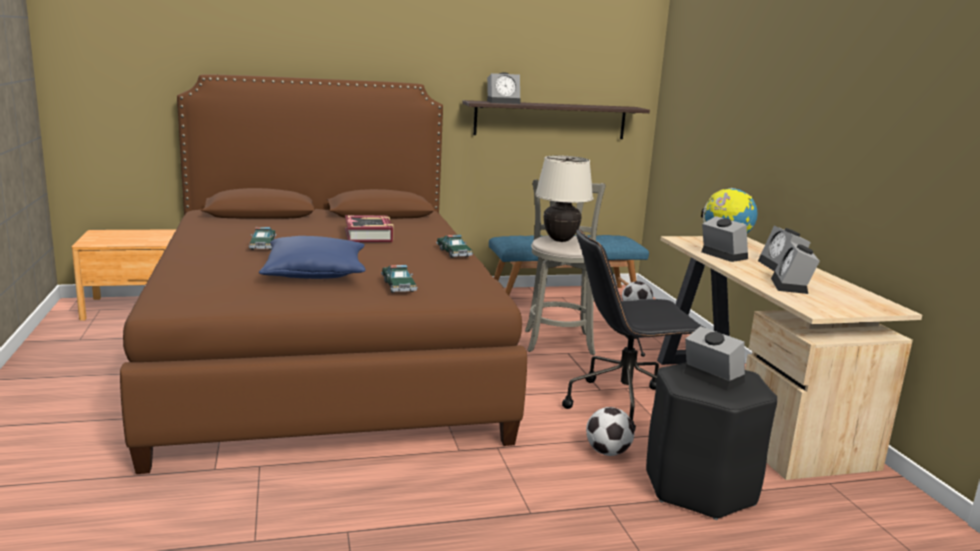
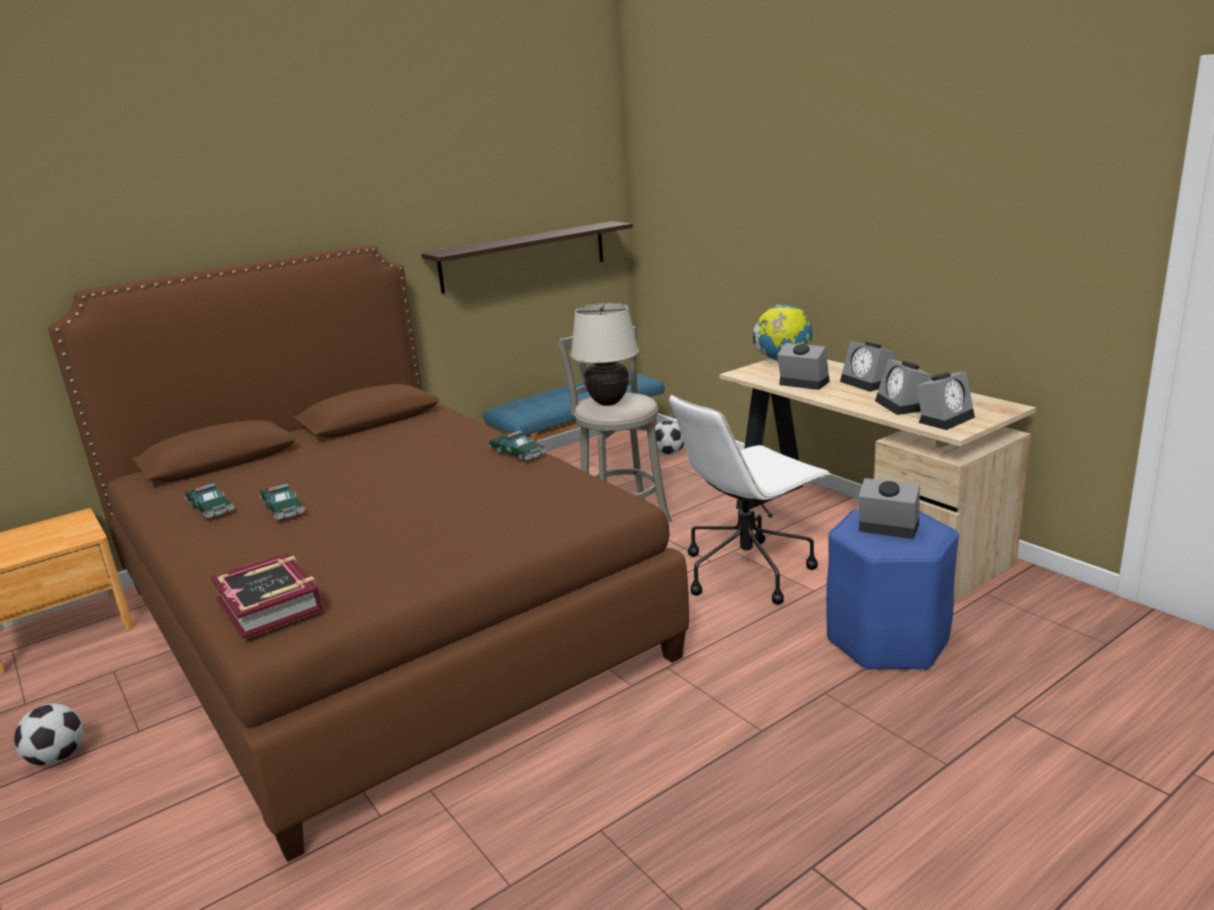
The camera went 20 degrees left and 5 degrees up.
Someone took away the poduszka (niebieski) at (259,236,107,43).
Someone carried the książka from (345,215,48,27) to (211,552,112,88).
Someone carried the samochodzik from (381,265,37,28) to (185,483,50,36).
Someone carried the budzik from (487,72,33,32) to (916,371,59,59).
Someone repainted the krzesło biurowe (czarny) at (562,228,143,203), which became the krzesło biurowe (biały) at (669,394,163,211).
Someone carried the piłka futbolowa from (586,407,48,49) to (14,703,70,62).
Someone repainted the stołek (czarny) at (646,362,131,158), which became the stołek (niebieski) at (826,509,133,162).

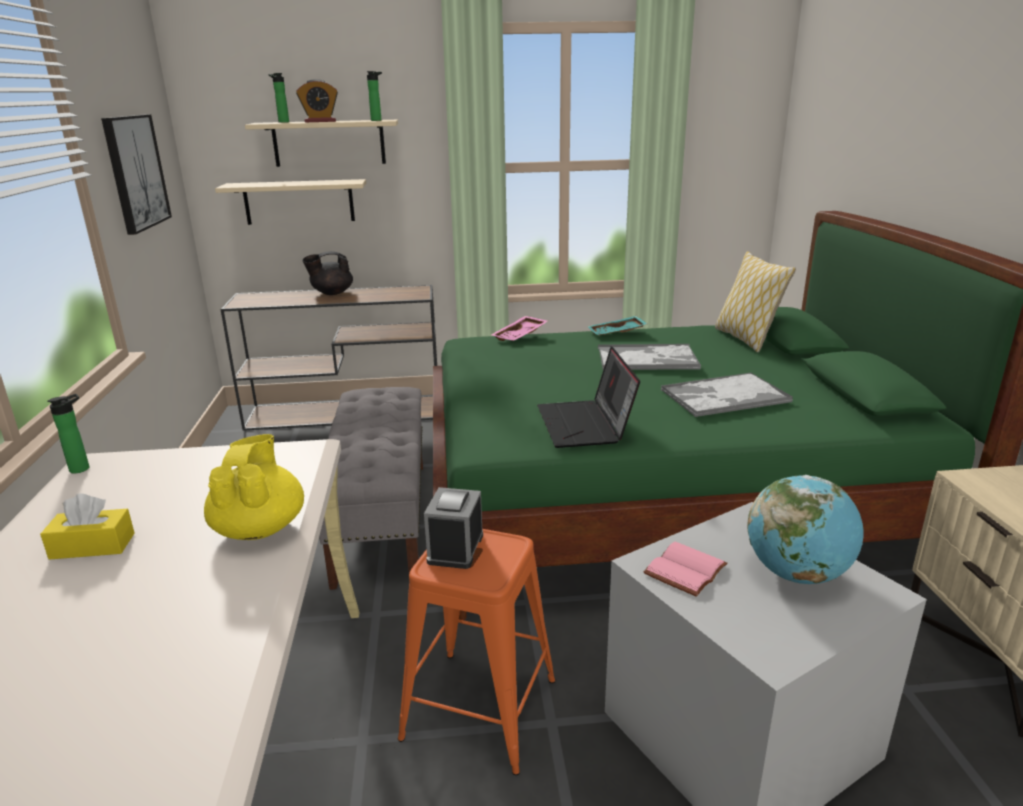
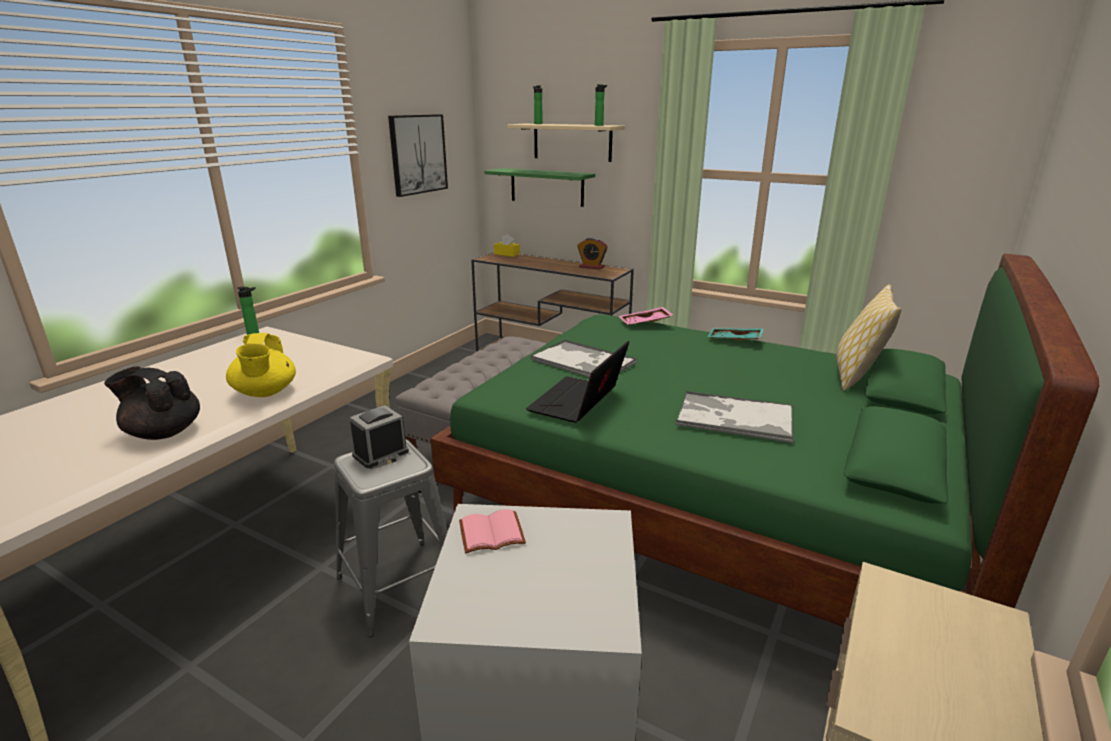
The camera went 35 degrees right and 0 degrees up.
Someone carried the pudełko chusteczek (żółty) from (40,494,94,66) to (494,234,26,23).
Someone rotated the imbryk (żółty) at (204,434,100,106) by 135 degrees clockwise.
Someone repainted the półka (beżowy) at (215,179,151,46), which became the półka (zielony) at (484,168,111,39).
Someone carried the budzik from (296,79,42,43) to (577,237,31,32).
Someone carried the imbryk (czarny) from (302,251,51,44) to (104,366,96,74).
Someone repainted the stołek (pomarańczowy) at (398,529,157,246), which became the stołek (szary) at (334,439,113,198).
Someone carried the taca from (598,344,103,26) to (531,339,106,39).
Someone took away the globus at (748,475,116,109).

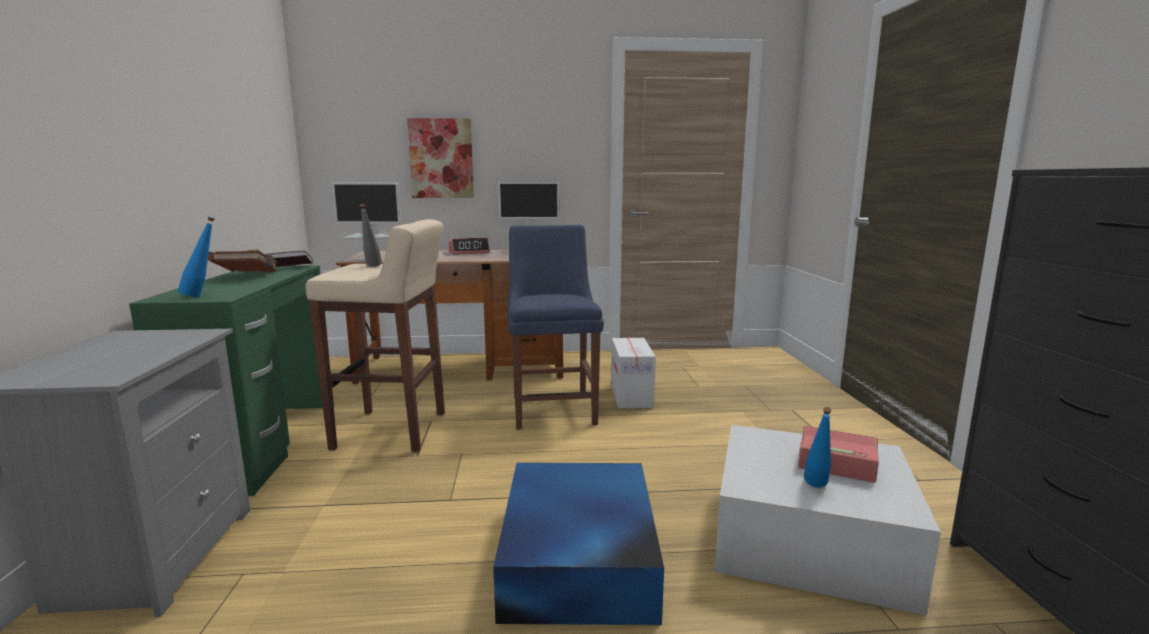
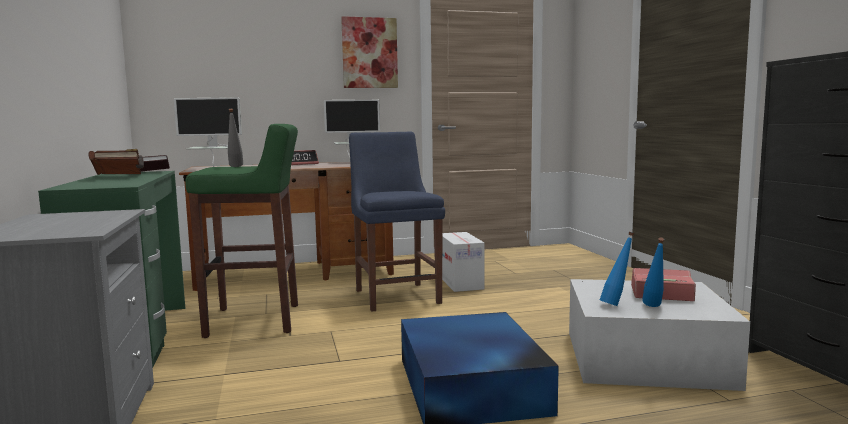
The camera went 10 degrees left and 5 degrees down.
Someone carried the butelka (niebieski) from (178,217,37,80) to (600,232,34,74).
Someone repainted the stołek (beżowy) at (306,219,139,233), which became the stołek (zielony) at (186,124,112,214).
Someone carried the obraz from (407,118,67,80) to (341,16,57,72).

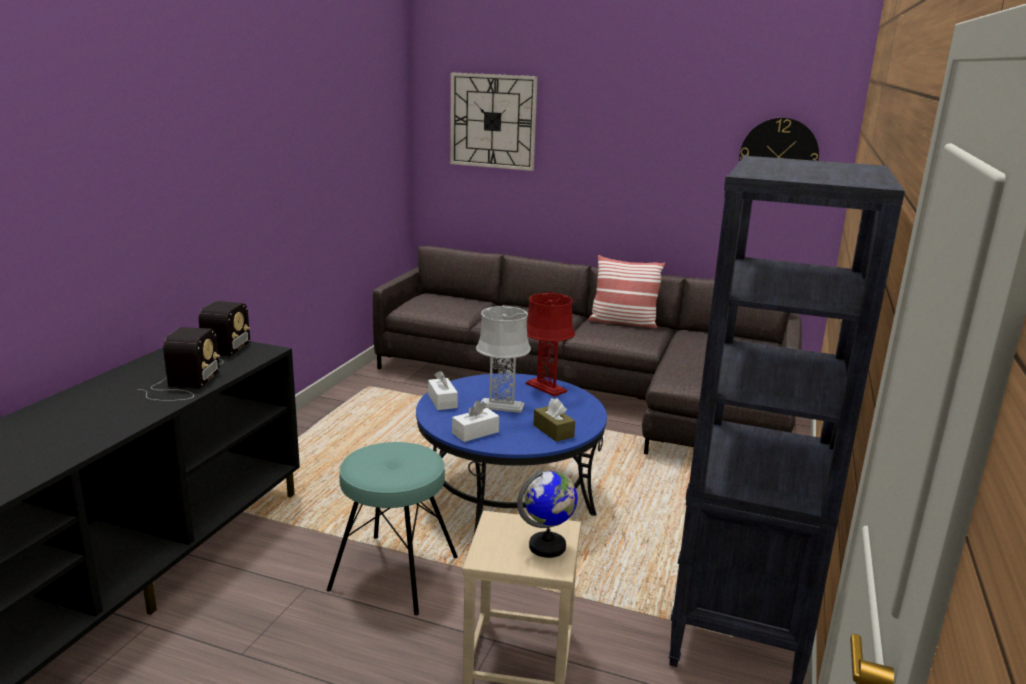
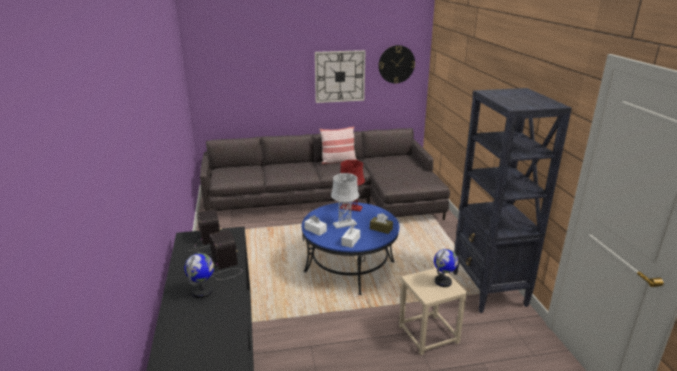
The camera went 30 degrees left and 5 degrees up.
Someone took away the stołek (turkusowy) at (326,442,132,173).
Someone carried the zegar ścienny from (450,72,88,99) to (315,50,51,53).
Someone put down the globus at (185,253,29,46).

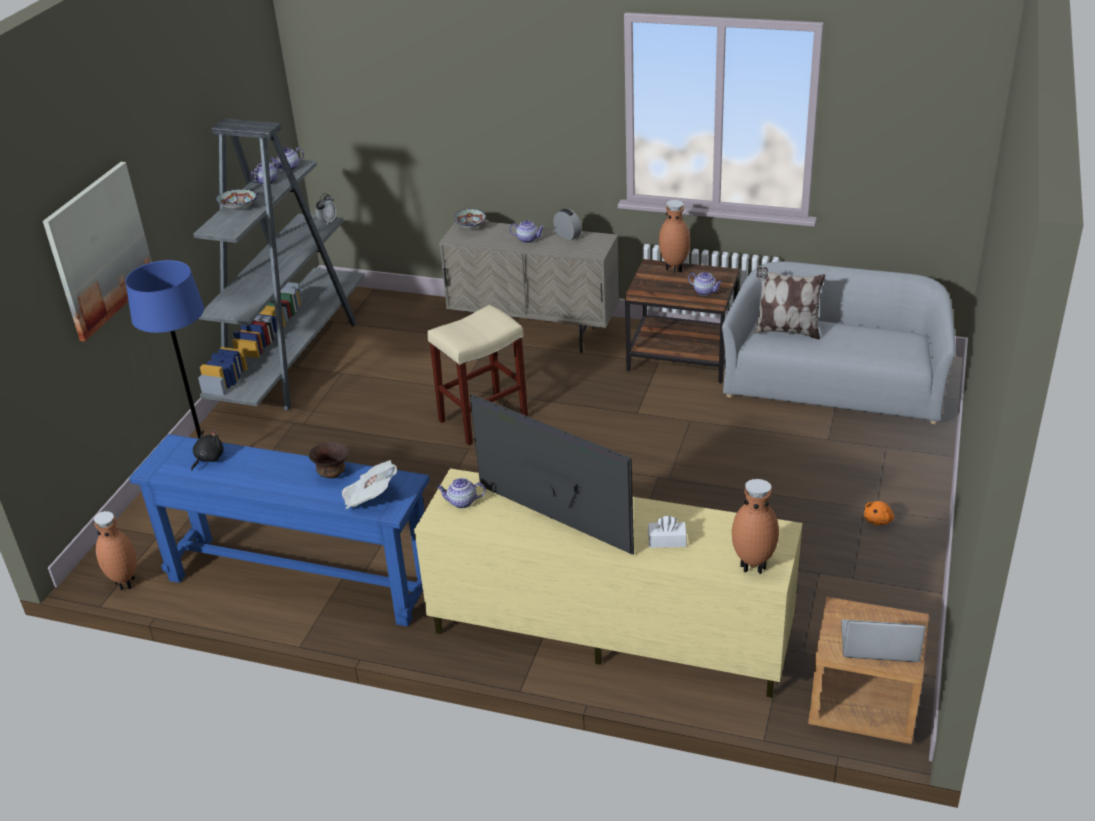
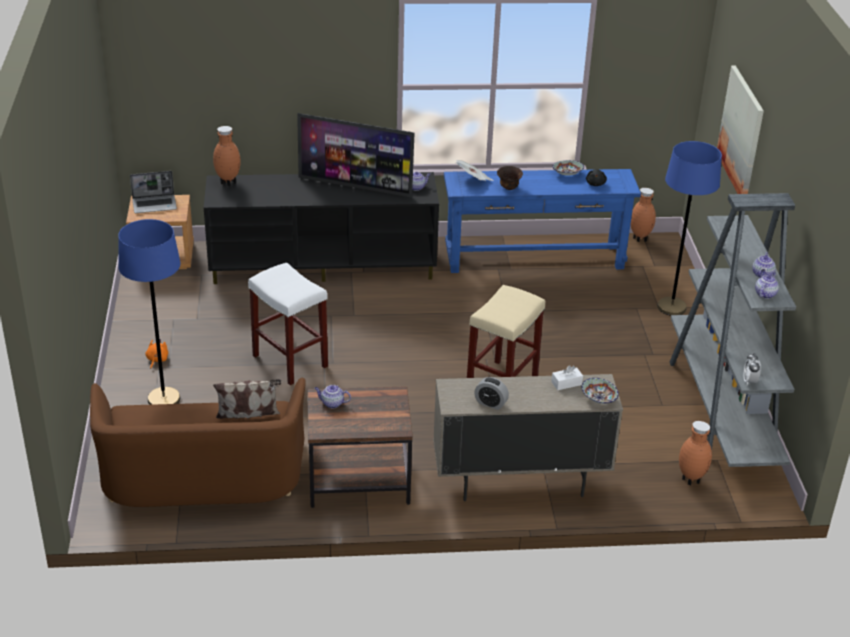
The camera went 155 degrees right and 0 degrees up.
Someone carried the miska from (216,189,41,20) to (552,160,32,16).
Someone repainted the szafka pod telewizor (beżowy) at (414,468,388,230), which became the szafka pod telewizor (czarny) at (204,172,235,112).
Someone took away the imbryk at (509,220,36,23).
Someone carried the pudełko chusteczek (biały) from (648,516,39,32) to (551,365,32,25).
Someone carried the wazon (brązowy) from (659,200,31,73) to (679,421,33,64).
Someone repainted the kanapa (szary) at (722,261,234,163), which became the kanapa (brązowy) at (90,378,216,129).
Someone put down the lampa stojąca (niebieski) at (118,219,63,186).
Someone put down the stołek (biały) at (248,263,80,122).

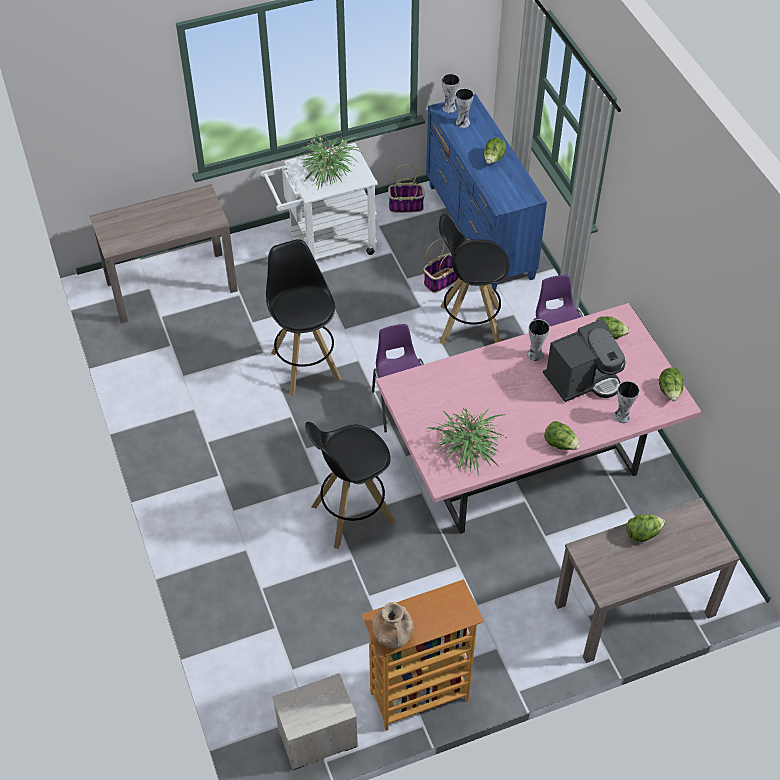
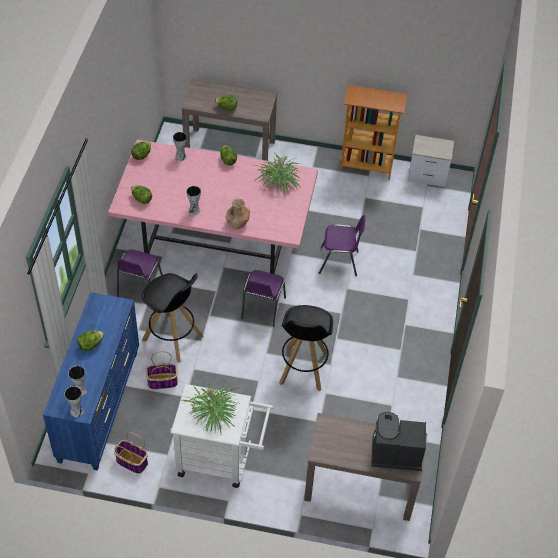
The camera went 150 degrees left and 0 degrees up.
Someone swapped the stołek (czarny) at (305,422,91,127) for the krzesło (fioletowy) at (319,215,47,61).
Someone carried the wazon (brązowy) from (372,602,42,47) to (226,199,24,30).
Someone carried the ekspres do kawy from (543,319,82,83) to (371,412,55,59).

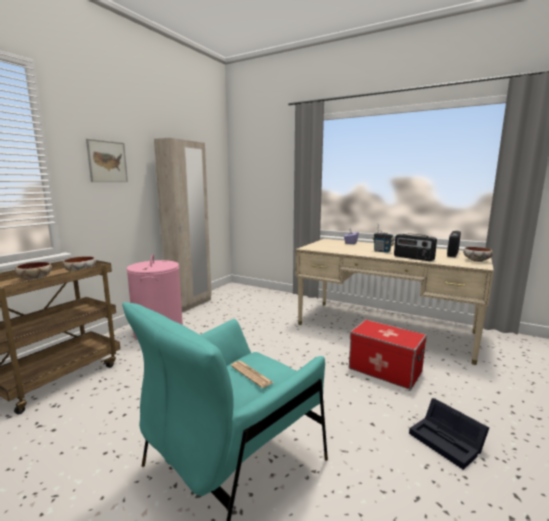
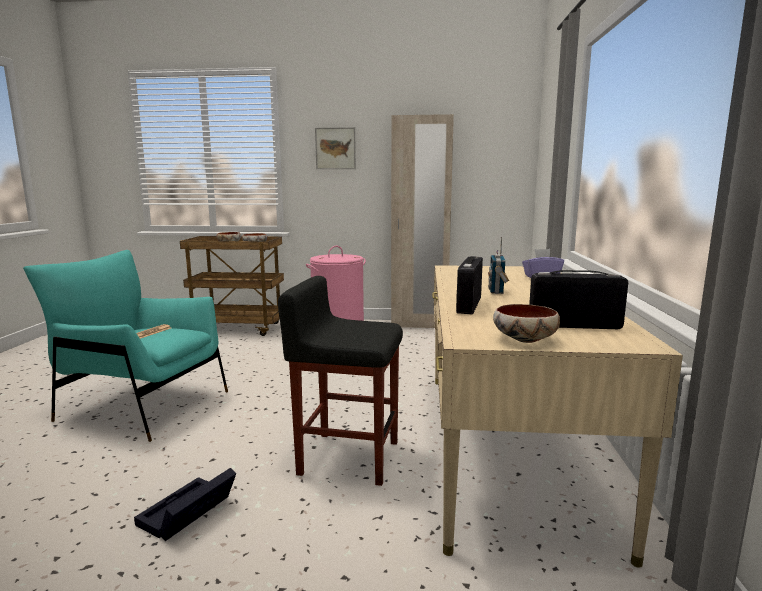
The camera went 65 degrees right and 0 degrees up.
Someone swapped the pojemnik do przechowywania at (349,320,78,70) for the stołek (czarny) at (278,276,125,210).

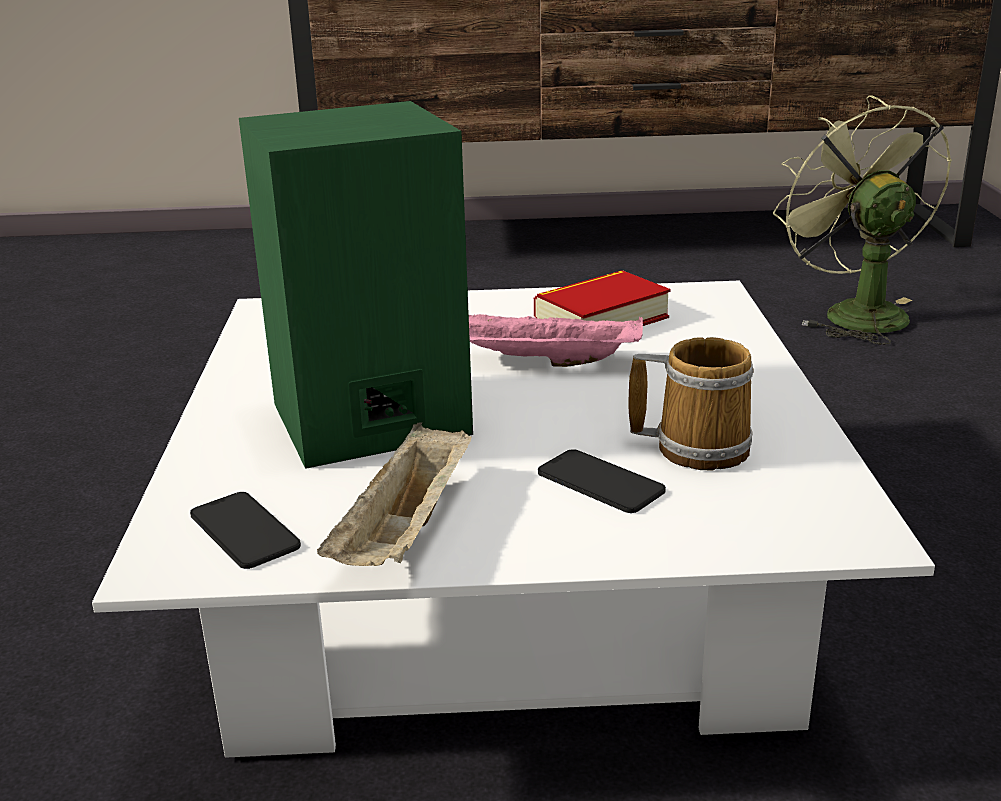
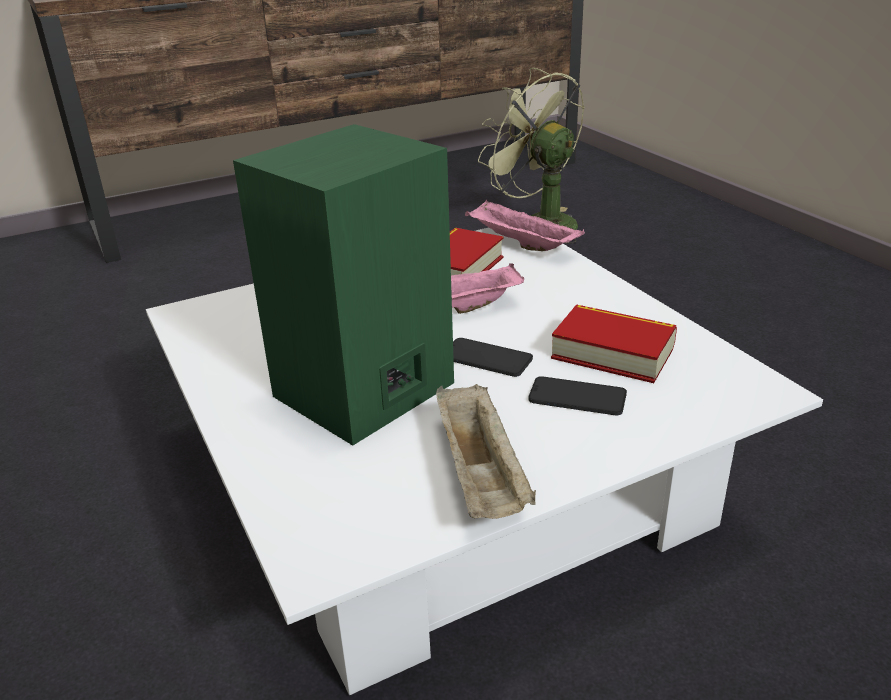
The camera went 25 degrees left and 5 degrees up.
Someone carried the telefon from (190,492,111,77) to (453,338,80,39).
Someone swapped the kubek at (628,337,126,134) for the książka at (551,304,126,79).
Someone put down the taca (różowy) at (465,199,120,52).

